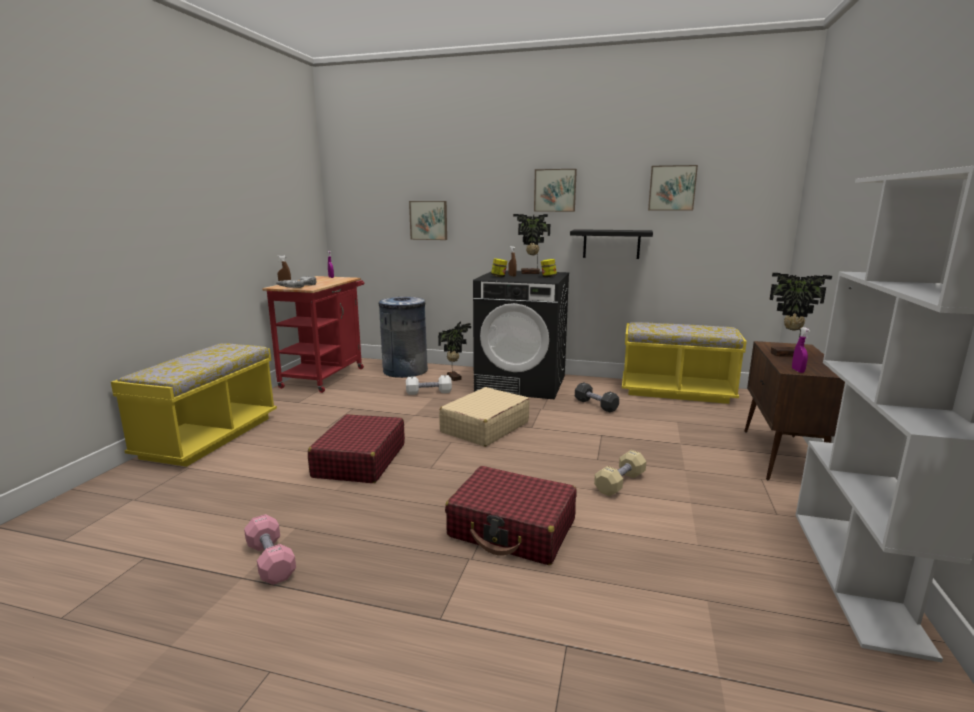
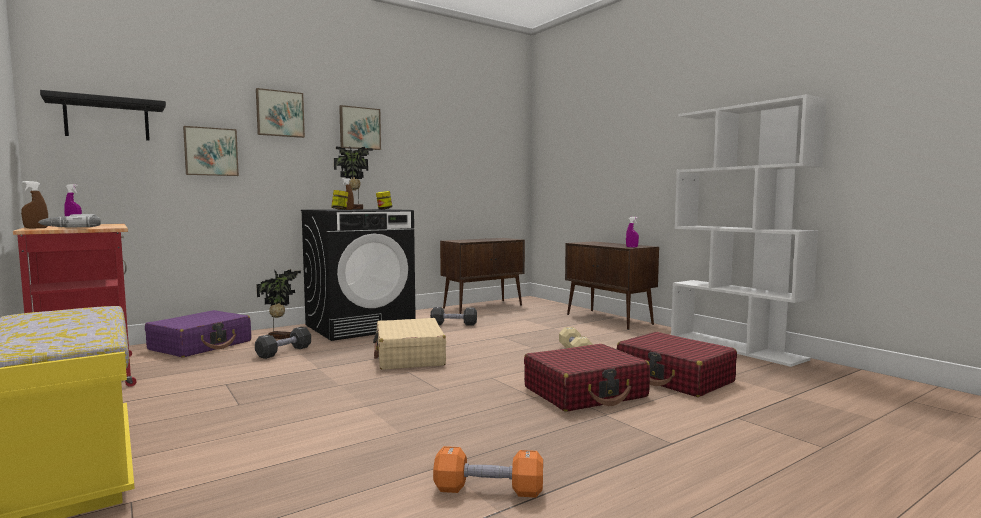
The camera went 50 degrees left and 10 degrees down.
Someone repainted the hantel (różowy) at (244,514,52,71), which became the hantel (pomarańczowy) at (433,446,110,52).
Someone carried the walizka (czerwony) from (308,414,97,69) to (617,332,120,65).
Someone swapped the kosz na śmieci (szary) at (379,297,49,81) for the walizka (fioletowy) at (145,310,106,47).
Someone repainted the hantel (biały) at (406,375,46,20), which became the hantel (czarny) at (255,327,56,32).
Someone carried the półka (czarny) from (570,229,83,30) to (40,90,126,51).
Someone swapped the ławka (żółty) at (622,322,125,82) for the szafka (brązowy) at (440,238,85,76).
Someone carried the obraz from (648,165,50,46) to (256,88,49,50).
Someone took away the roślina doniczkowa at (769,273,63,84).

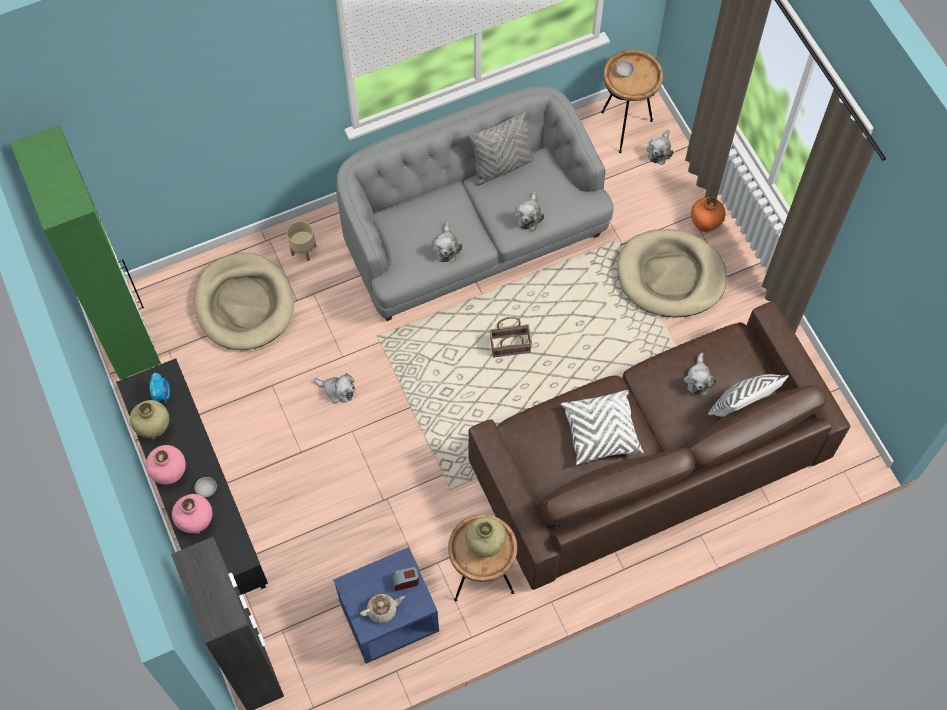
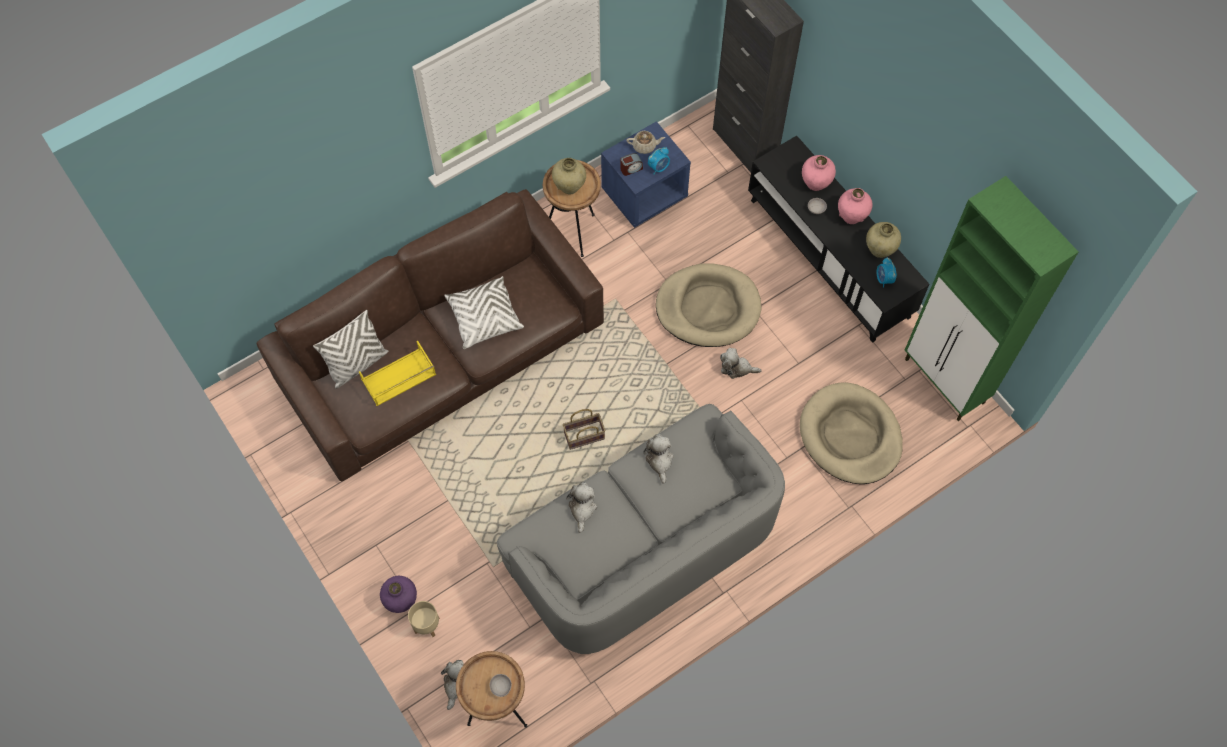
The camera went 170 degrees right and 0 degrees up.
Someone carried the donica (beżowy) from (287,221,29,40) to (408,601,32,36).
Someone rotated the imbryk (beżowy) at (360,594,45,29) by 150 degrees counterclockwise.
Someone took away the poduszka (szary) at (468,111,66,75).
Someone carried the legowisko (beżowy) from (617,229,110,89) to (656,263,106,84).
Someone swapped the pluszak at (684,352,33,43) for the taca (żółty) at (359,341,77,65).
Someone repainted the wazon (pomarańczowy) at (691,197,34,35), which became the wazon (fioletowy) at (380,576,37,37).
Someone put down the budzik at (648,147,22,27).

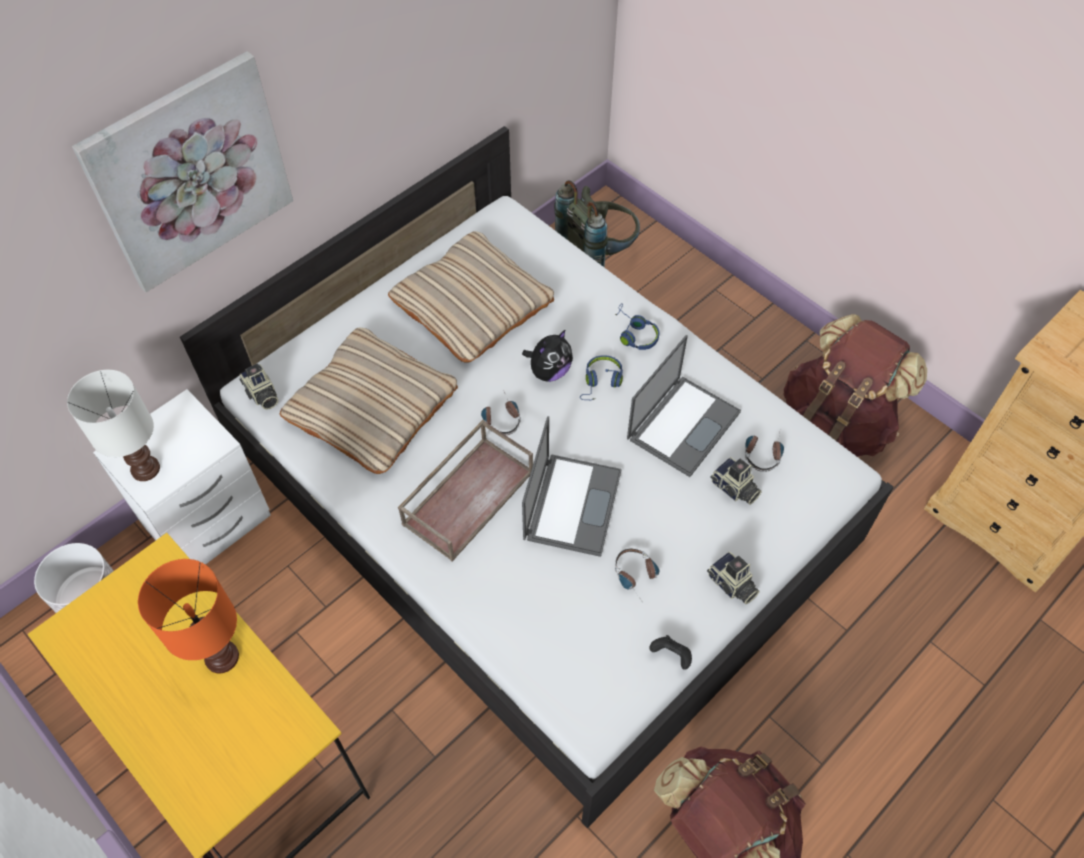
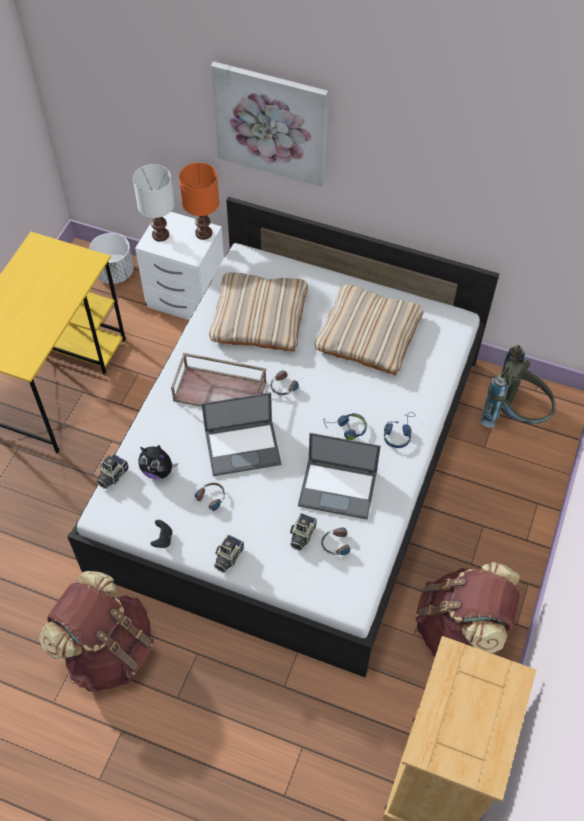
The camera went 65 degrees right and 0 degrees up.
Someone carried the lampa stołowa (pomarańczowy) from (138,559,101,114) to (179,163,40,77).
Someone carried the aparat fotograficzny from (239,364,39,46) to (96,454,33,35).
Someone carried the pluszak from (522,330,51,52) to (138,445,40,34).

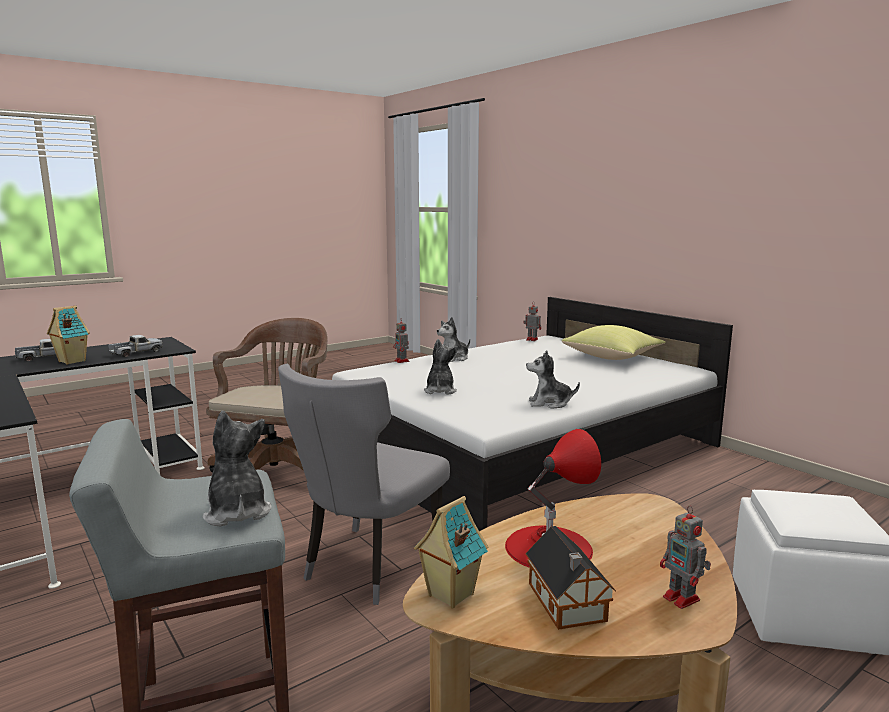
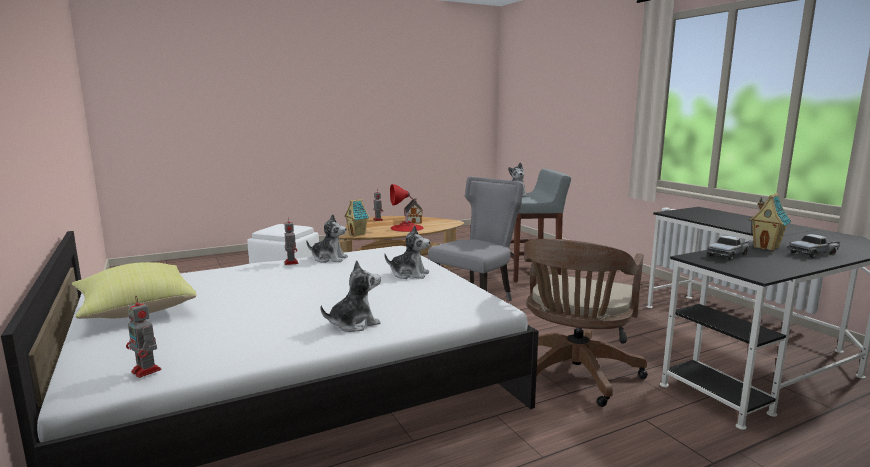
The camera went 170 degrees left and 0 degrees up.
Someone carried the robot zabawkowy from (393,318,16,45) to (284,217,14,48).
Someone carried the domek from (414,496,75,113) to (344,199,25,37).
Someone rotated the pluszak at (424,339,34,56) by 90 degrees counterclockwise.

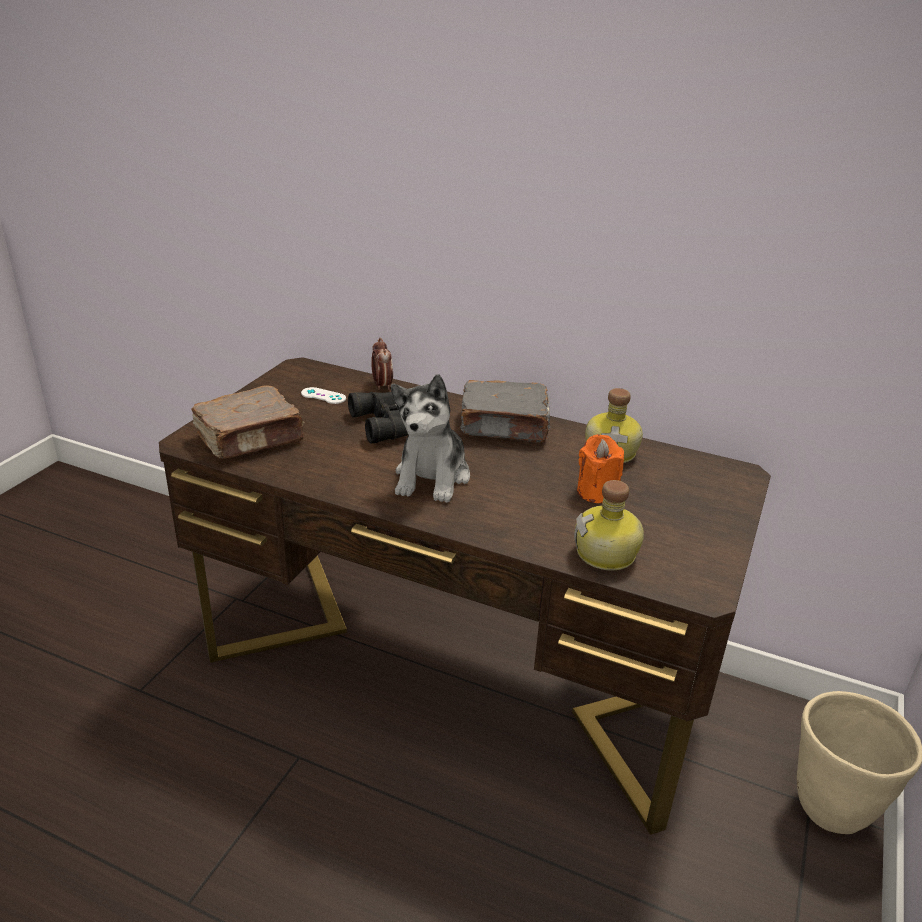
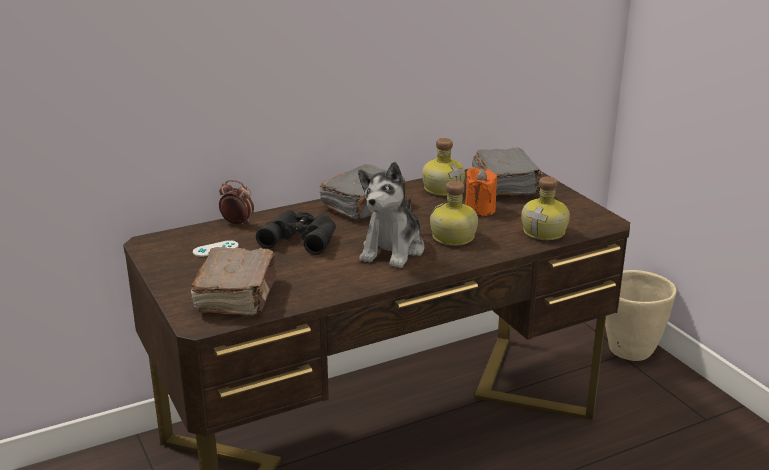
The camera went 50 degrees left and 5 degrees down.
Someone rotated the pluszak at (391,374,79,129) by 60 degrees clockwise.
Someone put down the butelka at (430,181,48,64).
Someone put down the książka (szary) at (472,148,71,48).

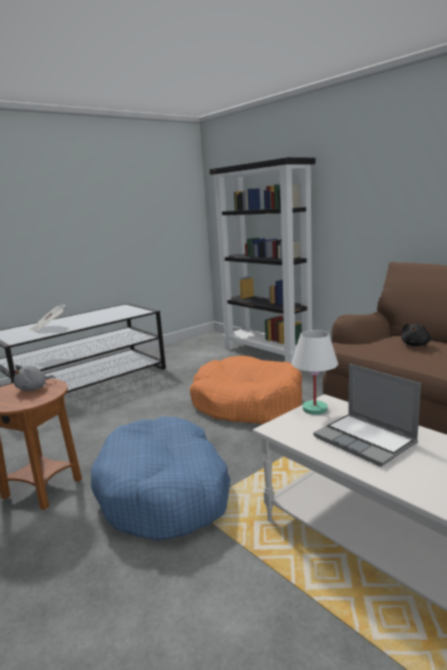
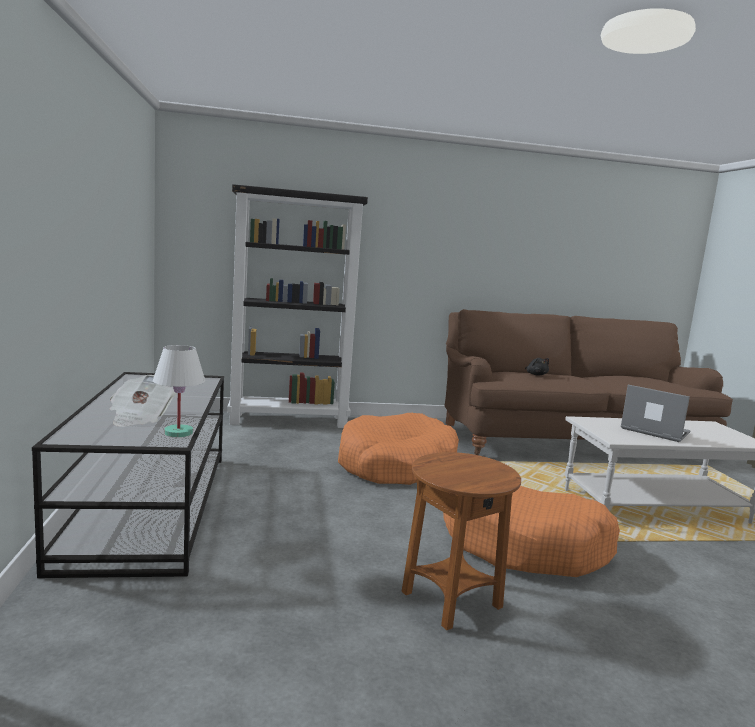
The camera went 60 degrees left and 5 degrees down.
Someone took away the pluszak (szary) at (14,365,41,26).
Someone repainted the legowisko (niebieski) at (91,416,140,124), which became the legowisko (pomarańczowy) at (443,486,177,91).
Someone carried the lampa stołowa (biały) from (292,330,46,85) to (153,345,52,92).
Someone rotated the laptop at (313,364,108,103) by 135 degrees counterclockwise.

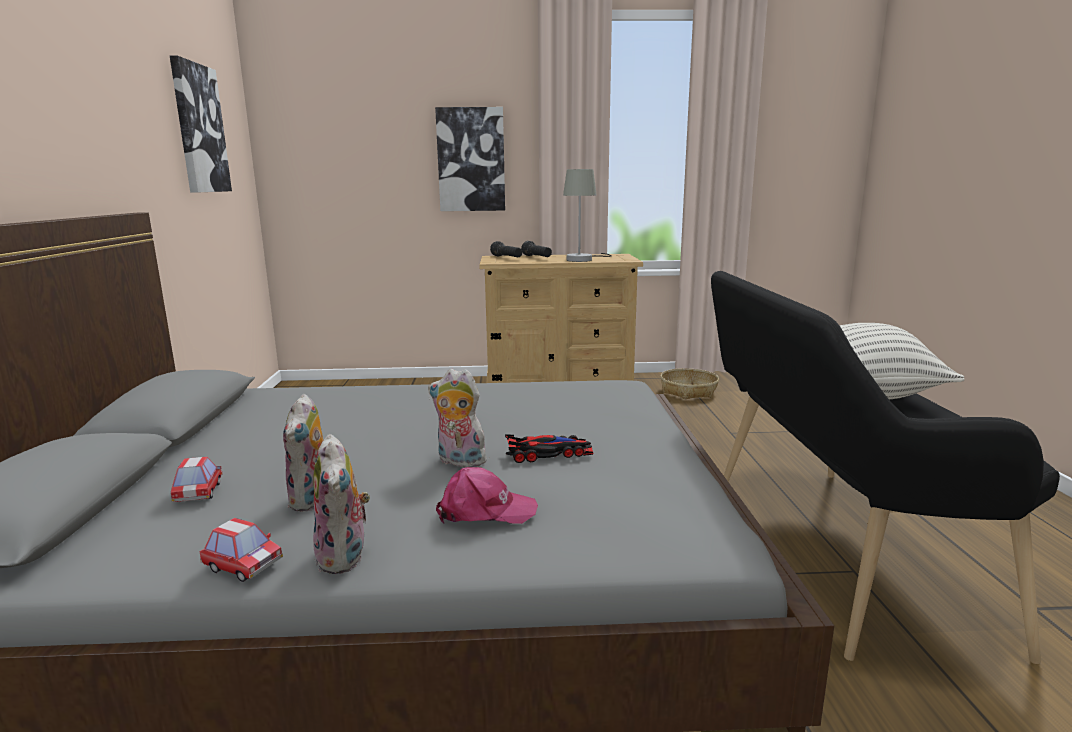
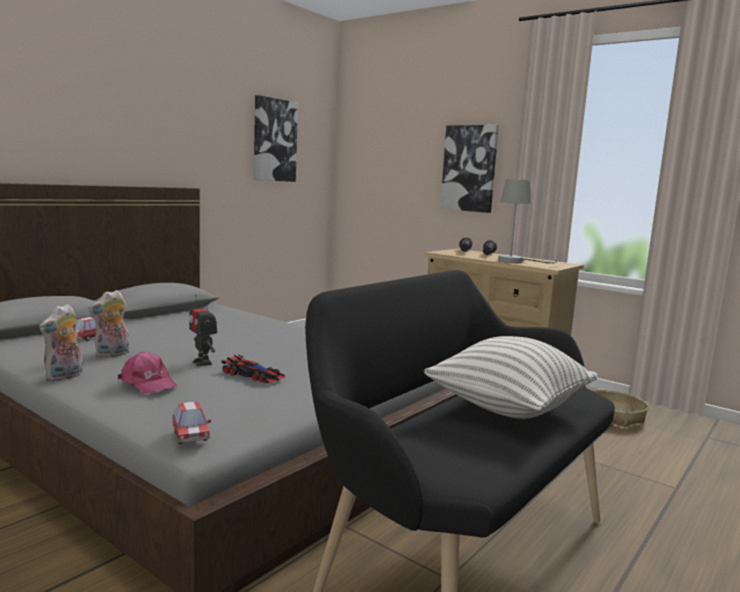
The camera went 40 degrees right and 5 degrees down.
Someone carried the samochodzik from (199,518,84,64) to (173,401,38,43).
Someone swapped the pluszak at (428,369,61,98) for the robot zabawkowy at (189,294,29,72).

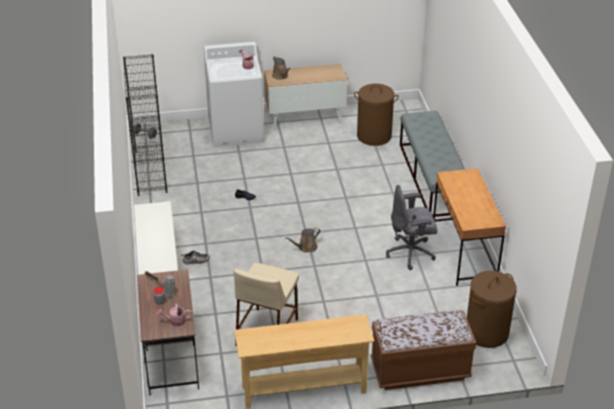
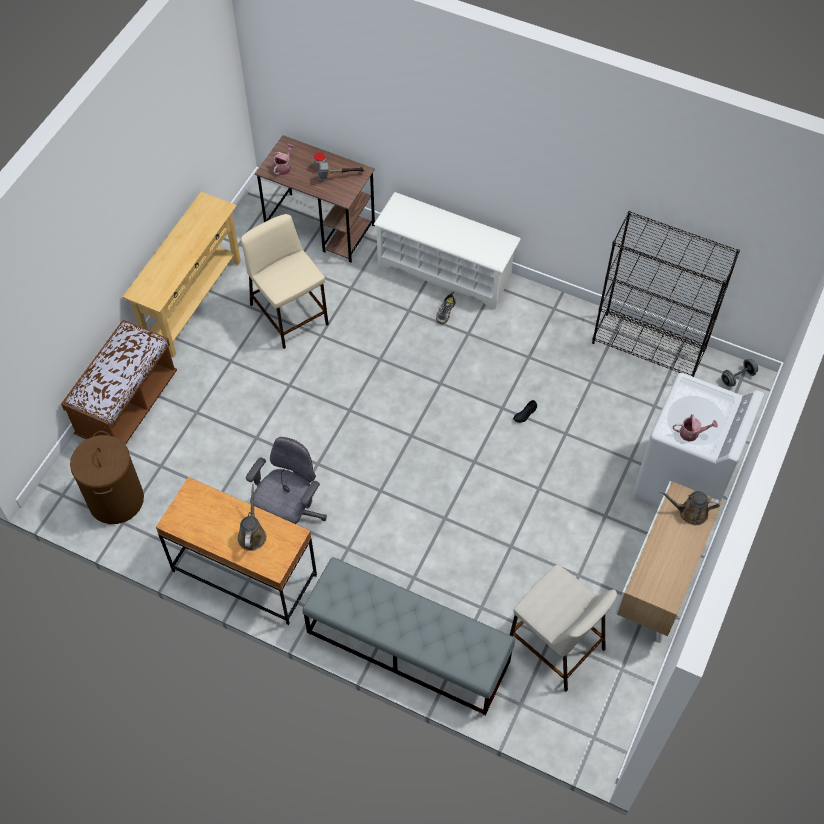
The camera went 125 degrees right and 20 degrees up.
Someone carried the konewka (brązowy) from (285,227,35,25) to (238,484,29,67).
Someone swapped the kosz na pranie (brązowy) at (354,84,45,62) for the stołek (beżowy) at (510,564,107,128).

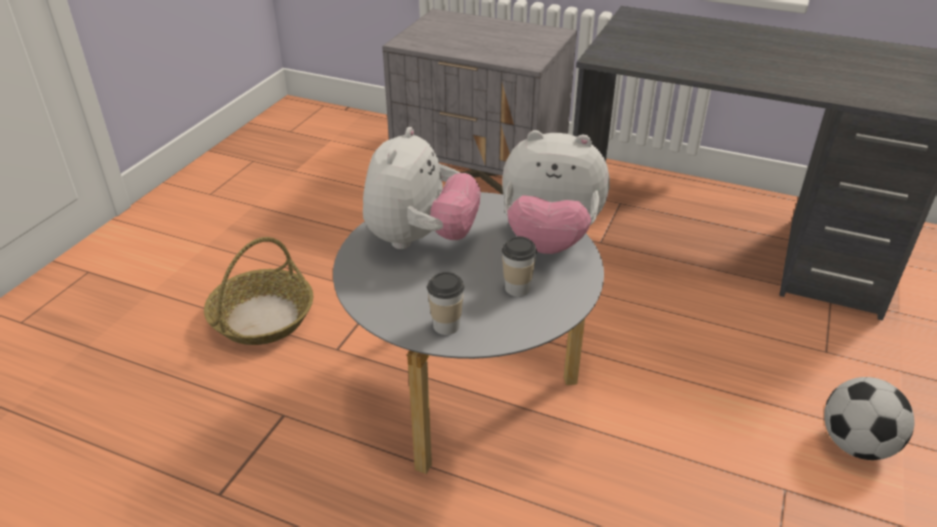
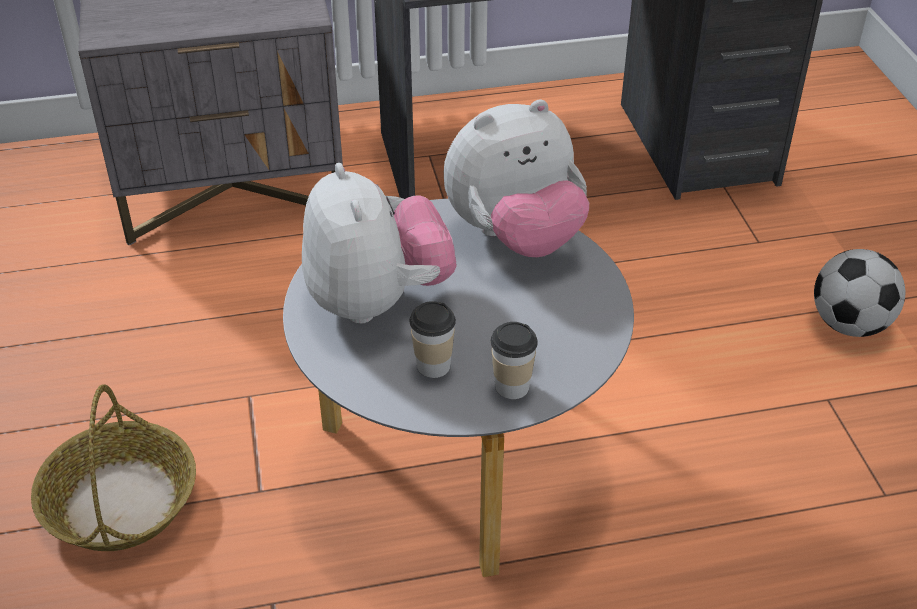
The camera went 35 degrees left and 5 degrees up.
Someone carried the filiżanka from (502,236,35,60) to (409,301,47,77).

